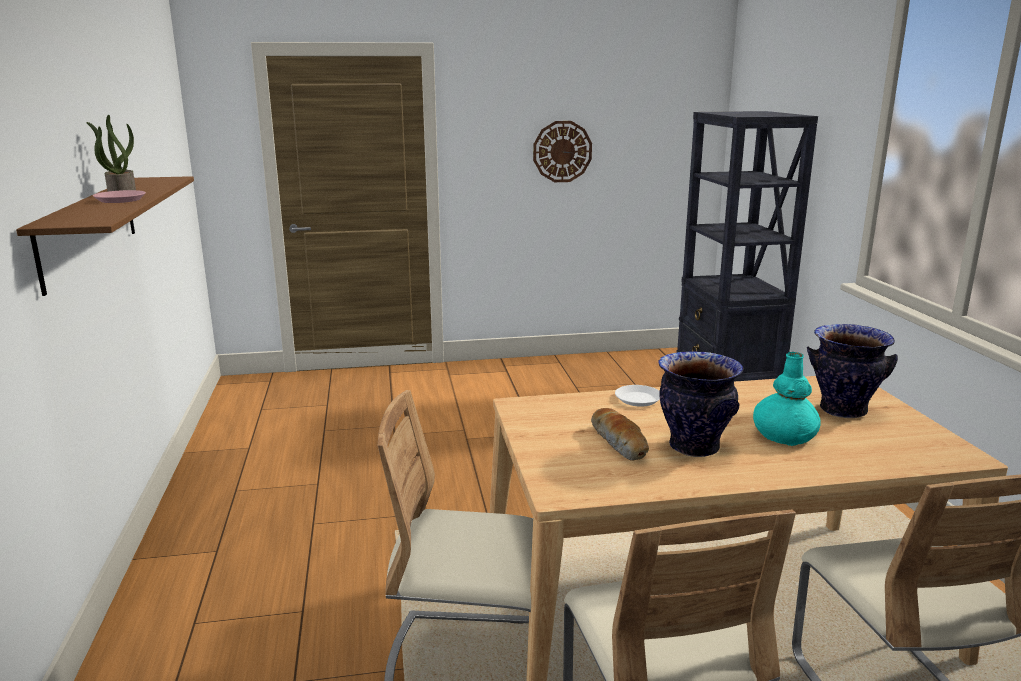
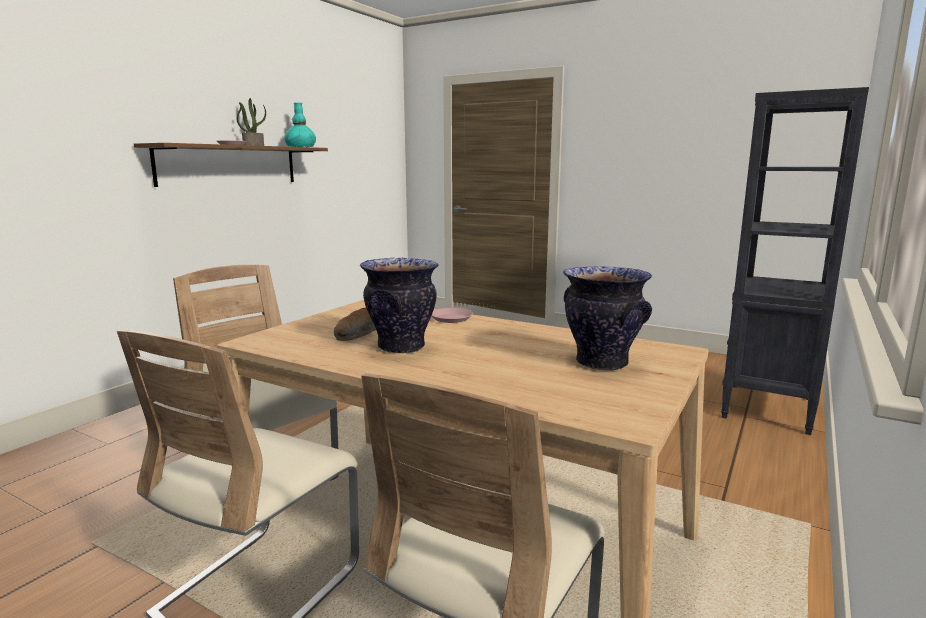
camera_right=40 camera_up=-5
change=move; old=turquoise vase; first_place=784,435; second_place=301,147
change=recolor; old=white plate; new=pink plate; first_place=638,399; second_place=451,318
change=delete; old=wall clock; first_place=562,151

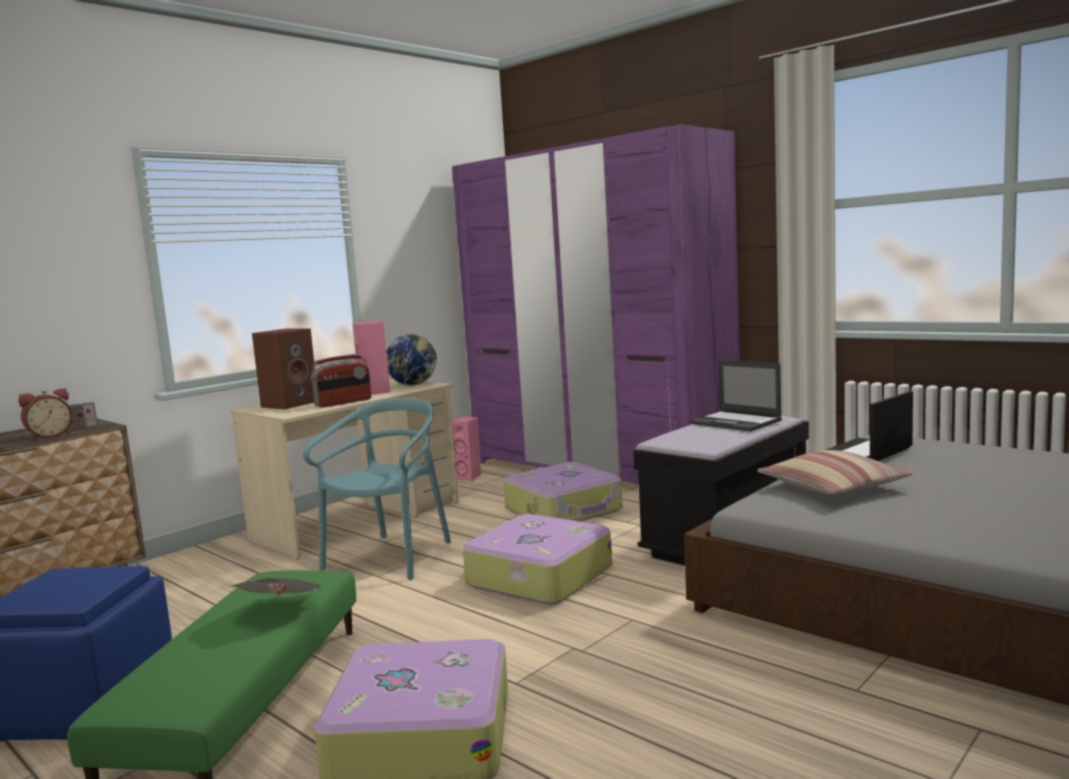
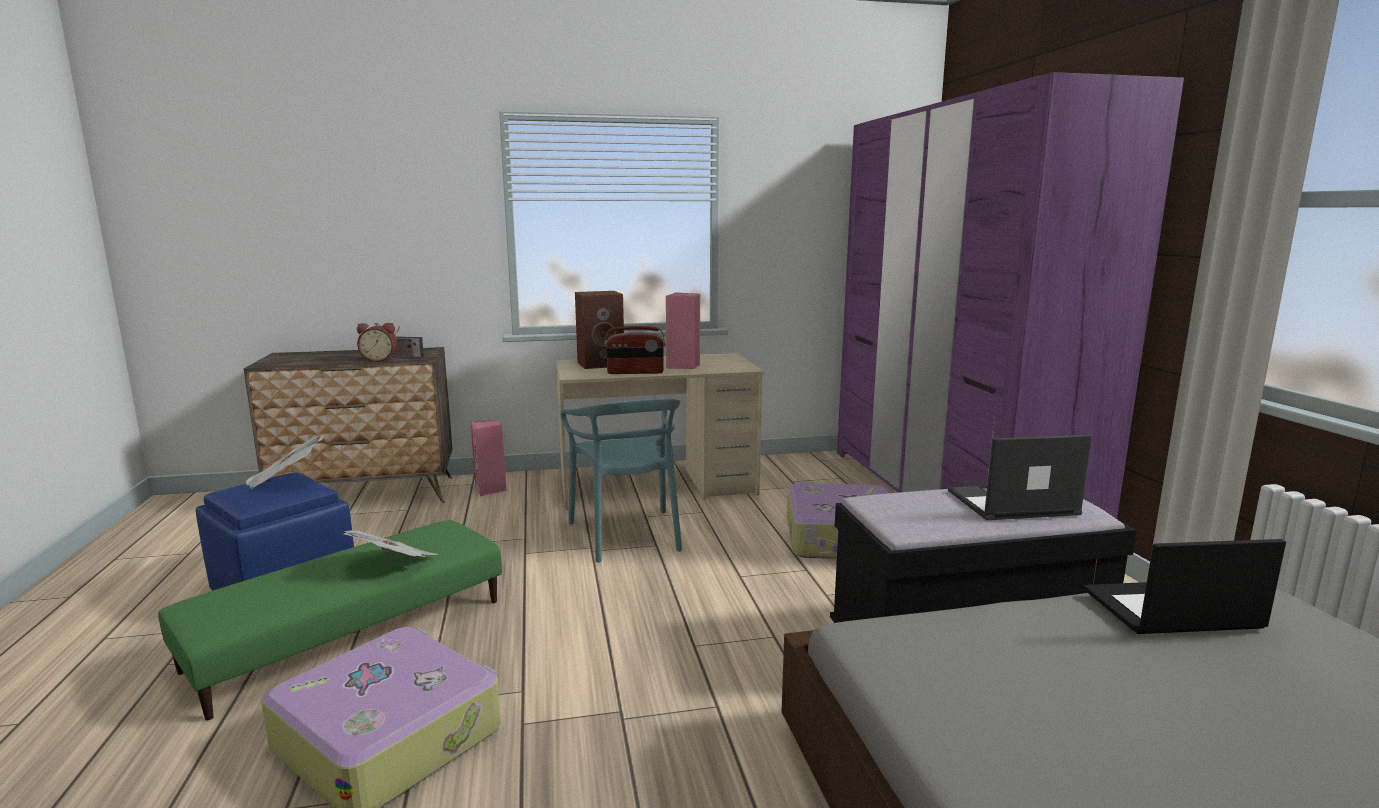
camera_right=35 camera_up=5
change=insert; new=newspaper; second_place=285,481
change=move; old=pink speaker; first_place=468,477; second_place=491,490
change=rotate; old=turquoise chair; first_place=390,557; second_place=627,535; degrees=105
change=rotate; old=laptop; first_place=736,422; second_place=1010,503; degrees=90
change=delete; old=globe; first_place=413,384
change=delete; old=suitcase; first_place=538,576
change=delete; old=pillow; first_place=833,488

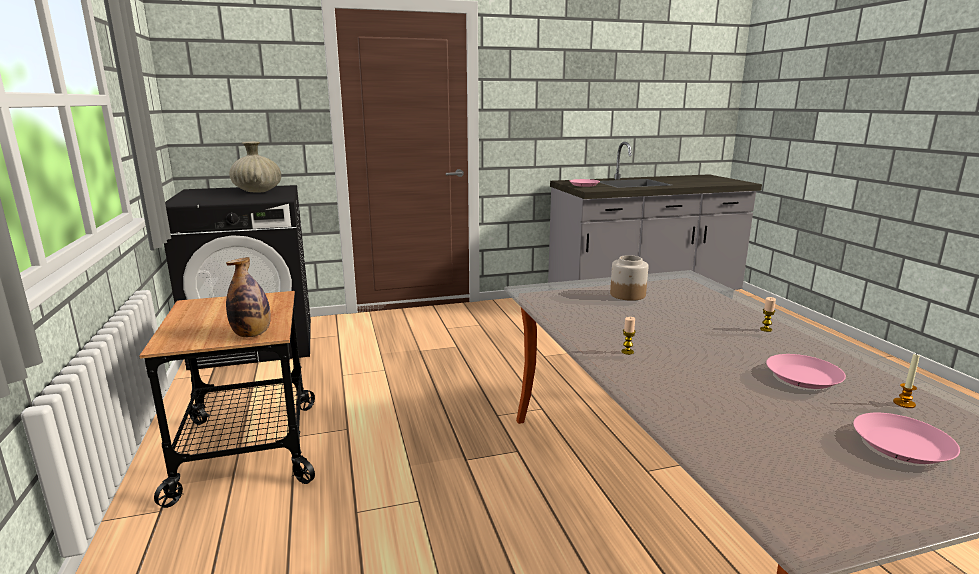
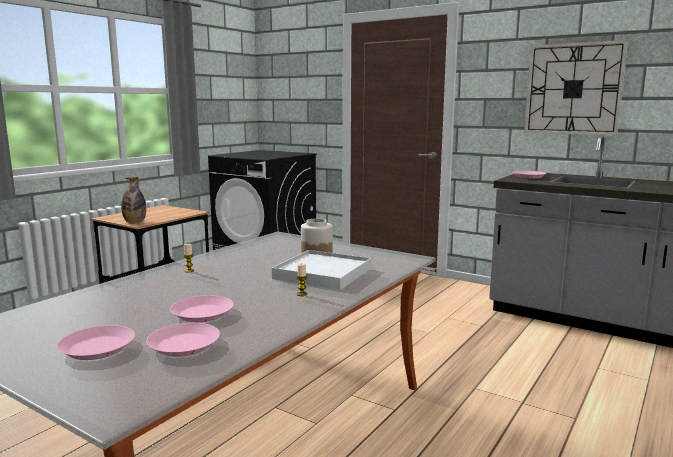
camera_right=50 camera_up=-5
change=replace; old=candle; new=pink plate; first_place=904,403; second_place=183,345
change=insert; new=white tray; second_place=323,273
change=insert; new=wall clock; second_place=573,89
change=delete; old=beige vase; first_place=257,192

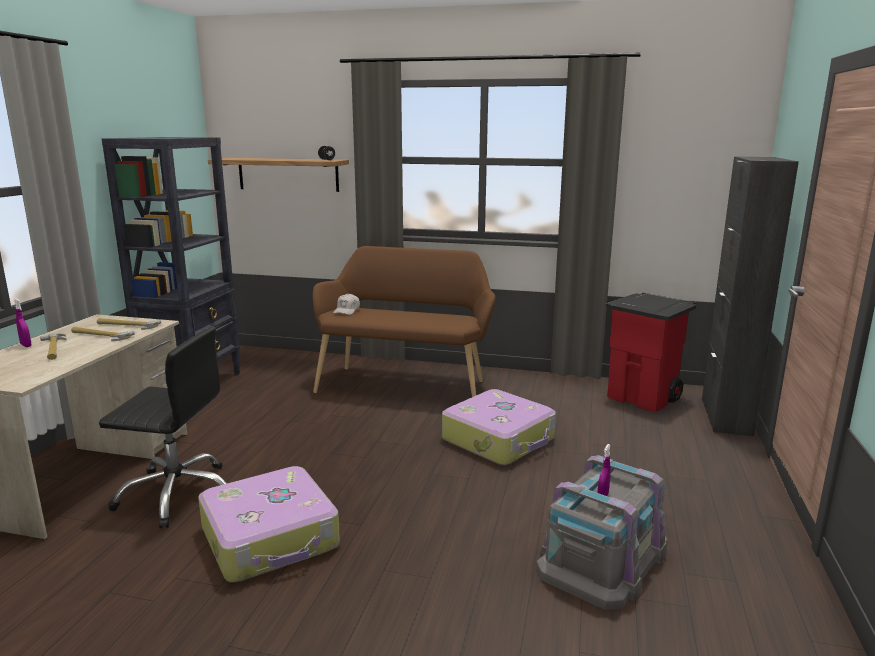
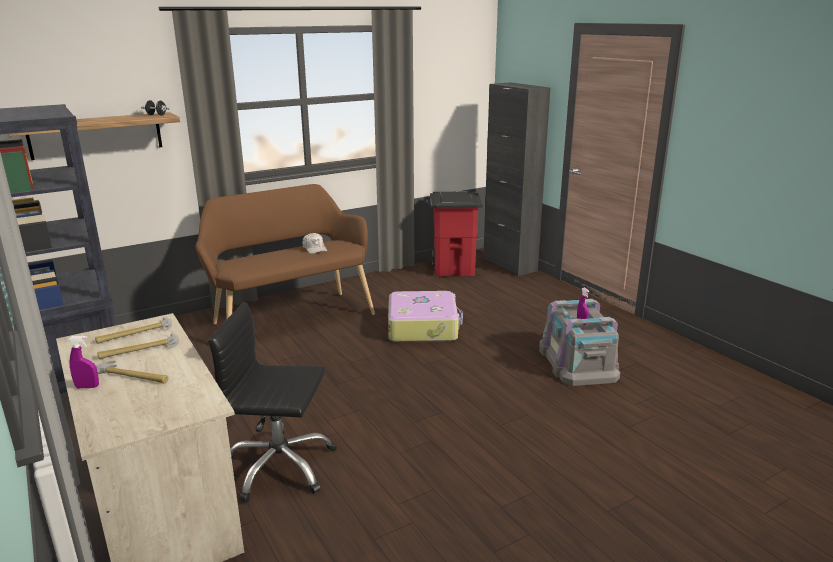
camera_right=-45 camera_up=5
change=rotate; old=black office chair; first_place=177,493; second_place=280,466; degrees=-135
change=move; old=white cap; first_place=347,310; second_place=314,248
change=delete; old=suitcase; first_place=271,538

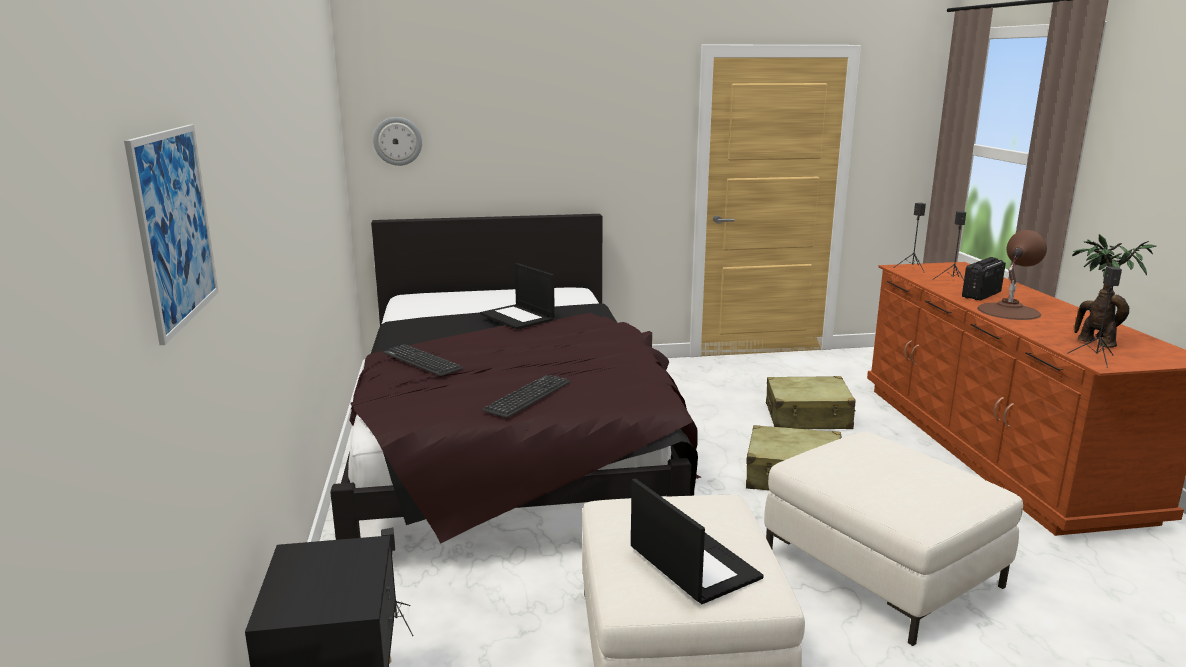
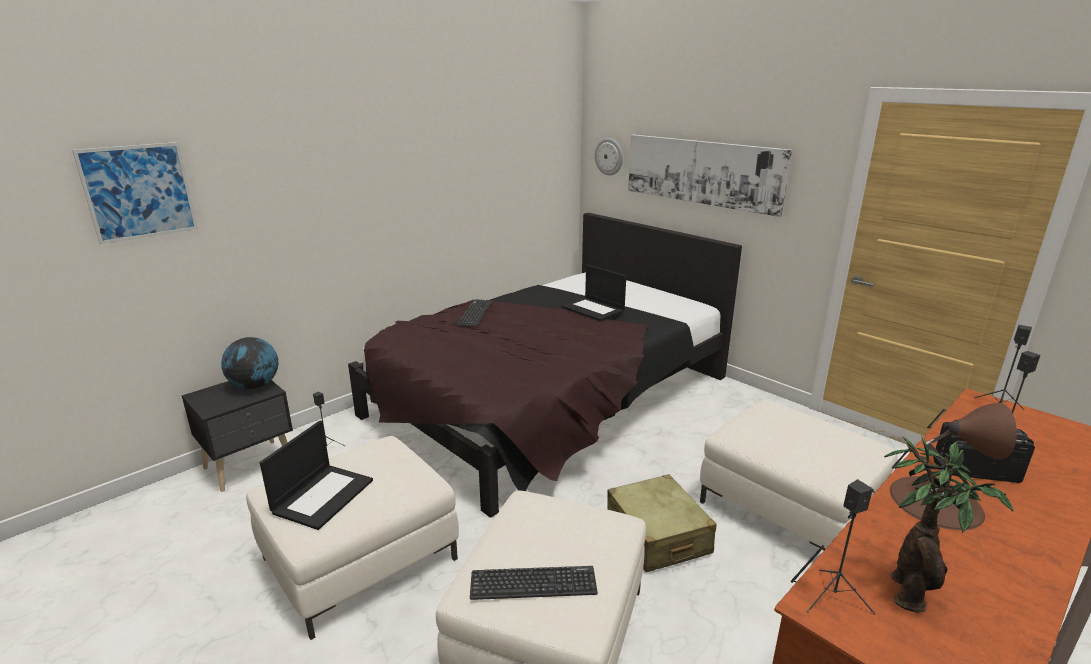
camera_right=55 camera_up=5
change=insert; new=globe; second_place=255,386
change=move; old=keyboard; first_place=528,397; second_place=533,583
change=rotate; old=laptop; first_place=518,317; second_place=594,309; degrees=-60
change=insert; new=picture; second_place=702,172
change=replace; old=beige suitcase; new=white ottoman; first_place=808,417; second_place=789,508

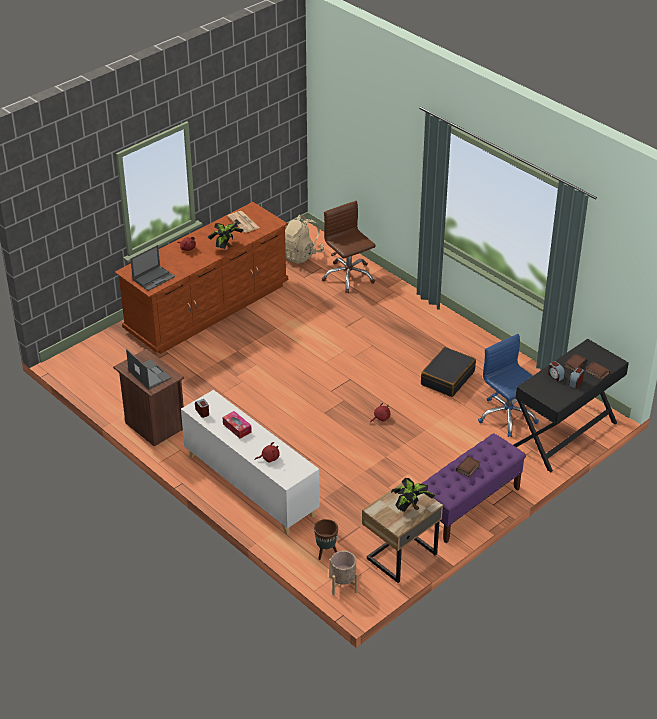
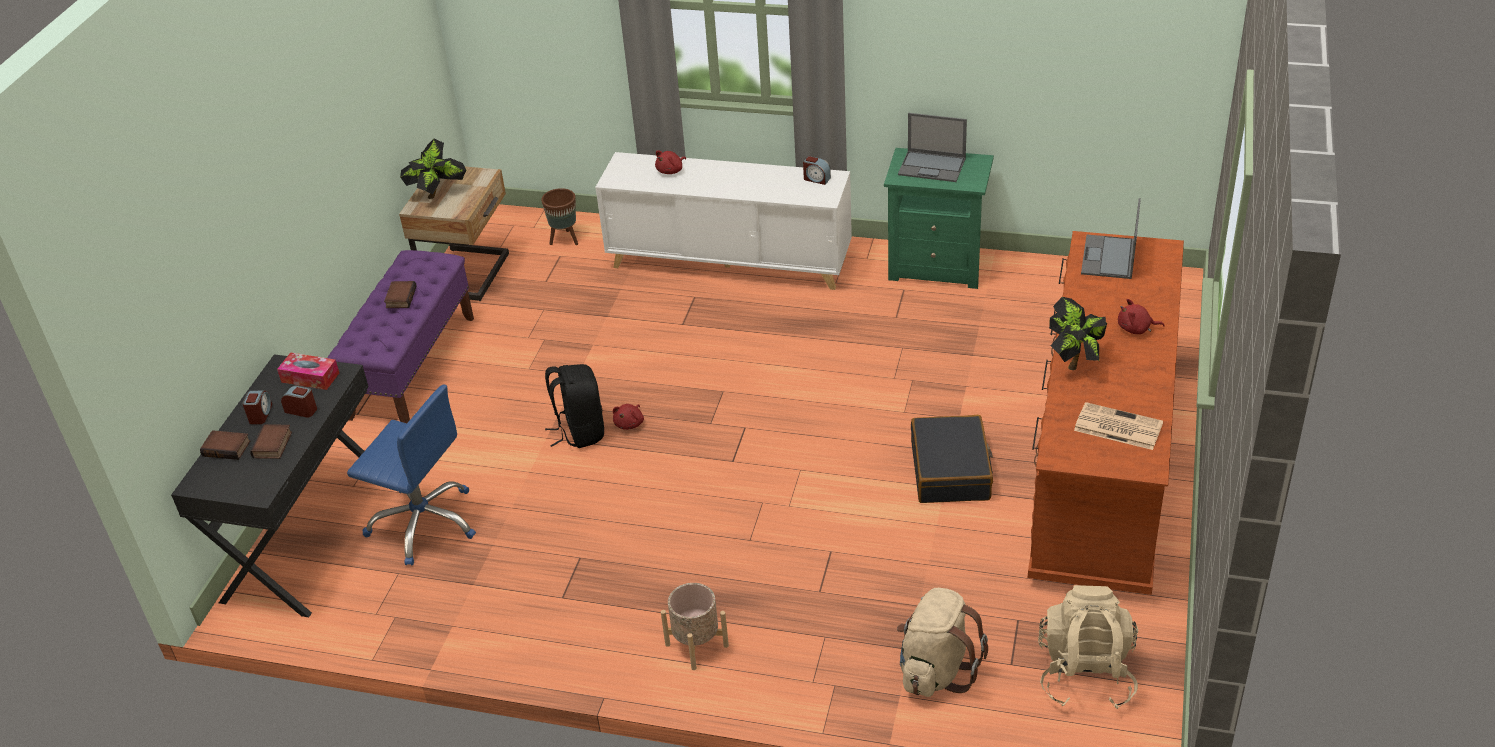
camera_right=150 camera_up=0
change=move; old=tissue box; first_place=237,428; second_place=310,377
change=insert; new=black backpack; second_place=579,431
change=move; old=beige planter; first_place=343,584; second_place=696,645
change=recolor; old=brown nightstand; new=green nightstand; first_place=153,426; second_place=938,266
change=replace; old=brown office chair; new=beige backpack; first_place=348,276; second_place=936,670
change=move; old=black suitcase; first_place=447,378; second_place=951,471

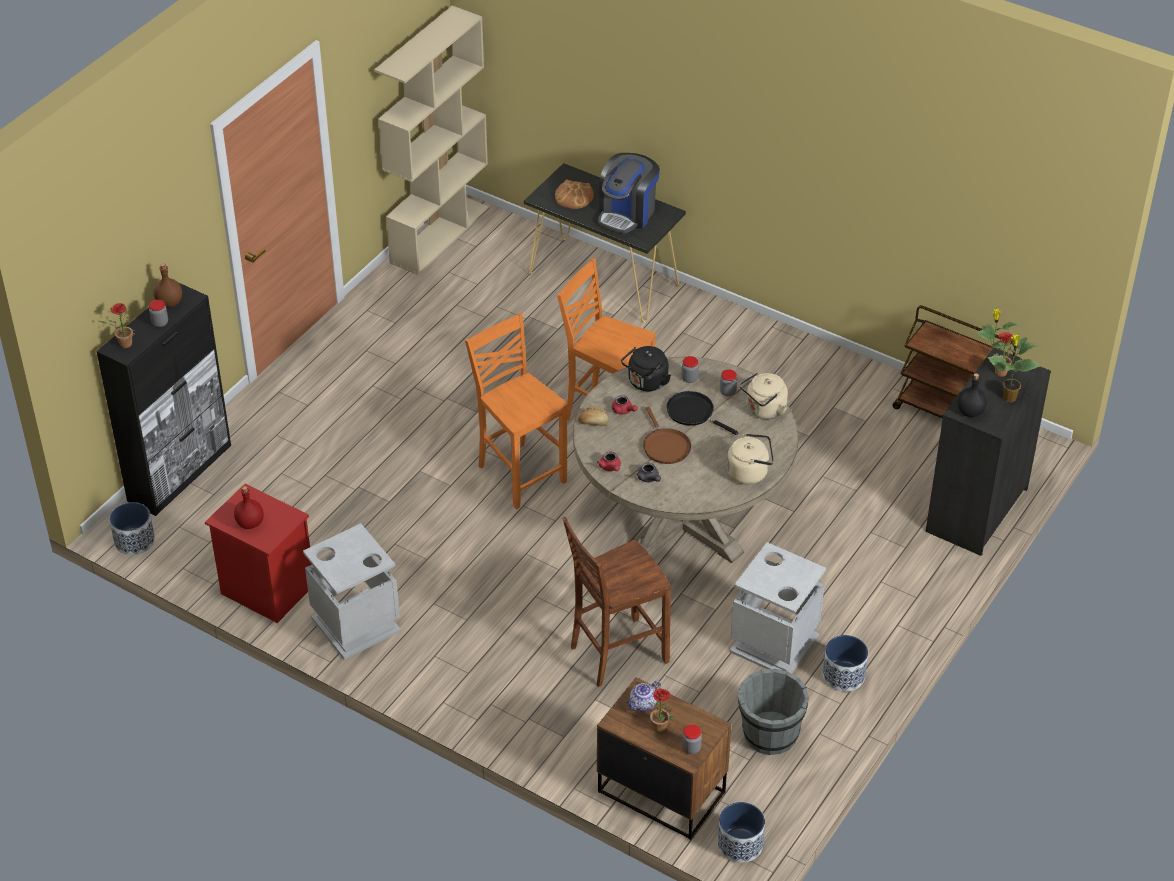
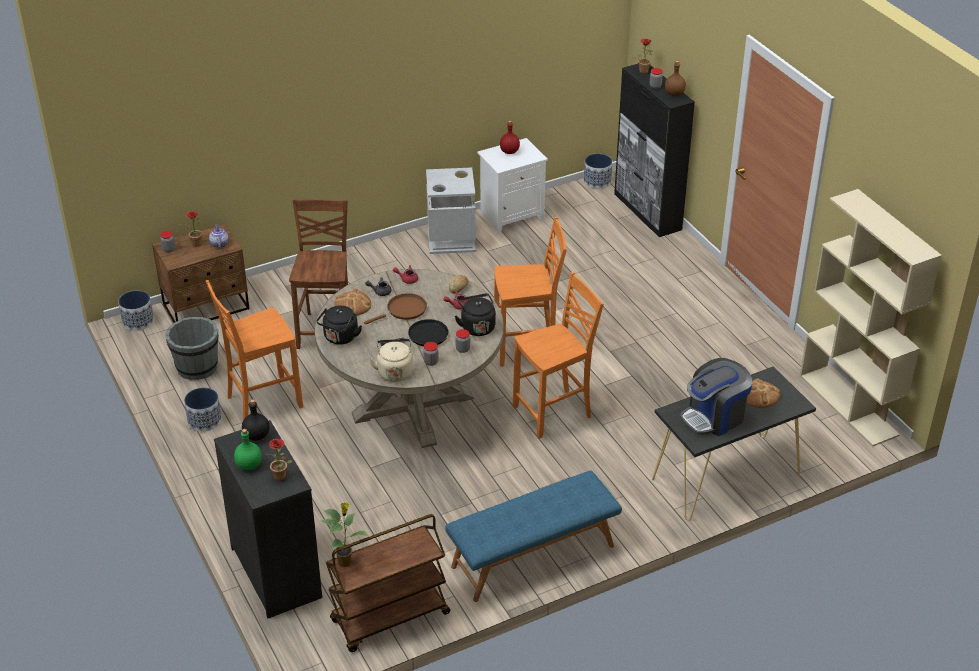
camera_right=120 camera_up=-5
change=replace; old=grey trash can; new=orange chair; first_place=774,644; second_place=262,401
change=replace; old=potted plant; new=green bottle; first_place=1008,398; second_place=249,465
change=recolor; old=beige kettle; new=black kettle; first_place=750,472; second_place=340,338
change=insert; new=bread; second_place=353,305
change=rotate; old=brown frying pan; first_place=665,446; second_place=404,310; degrees=135
change=insert; new=blue bench; second_place=533,557
change=recolor; old=red nightstand; new=white nightstand; first_place=265,590; second_place=512,215
change=rotate; old=coffee machine; first_place=627,213; second_place=714,417; degrees=-90

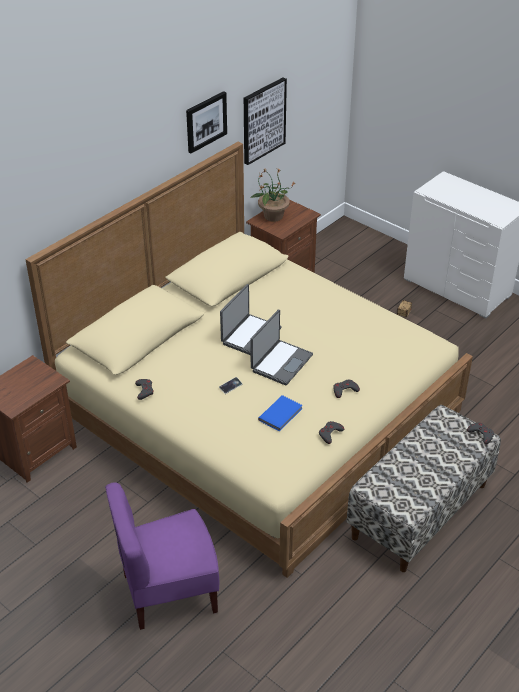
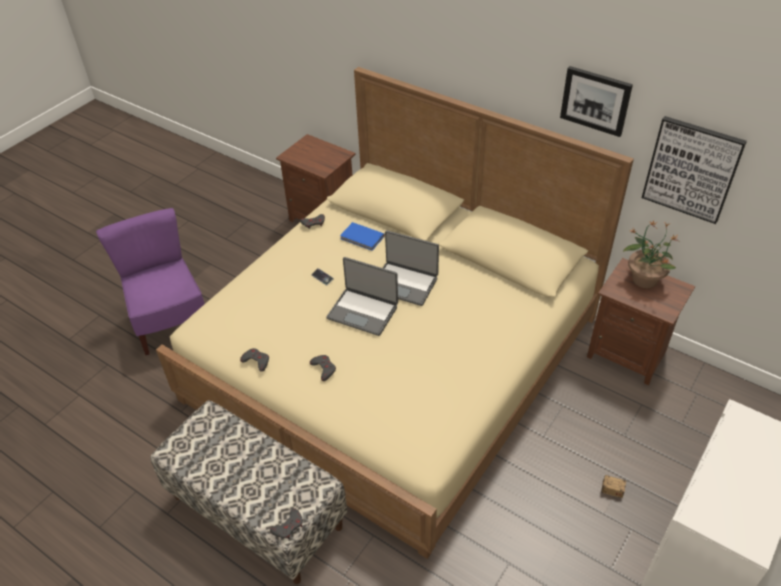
camera_right=85 camera_up=5
change=move; old=blue book; first_place=281,414; second_place=362,238

